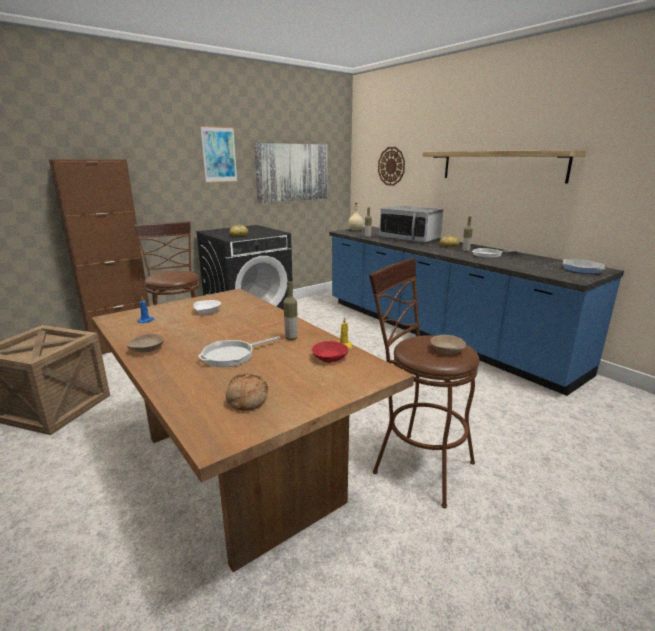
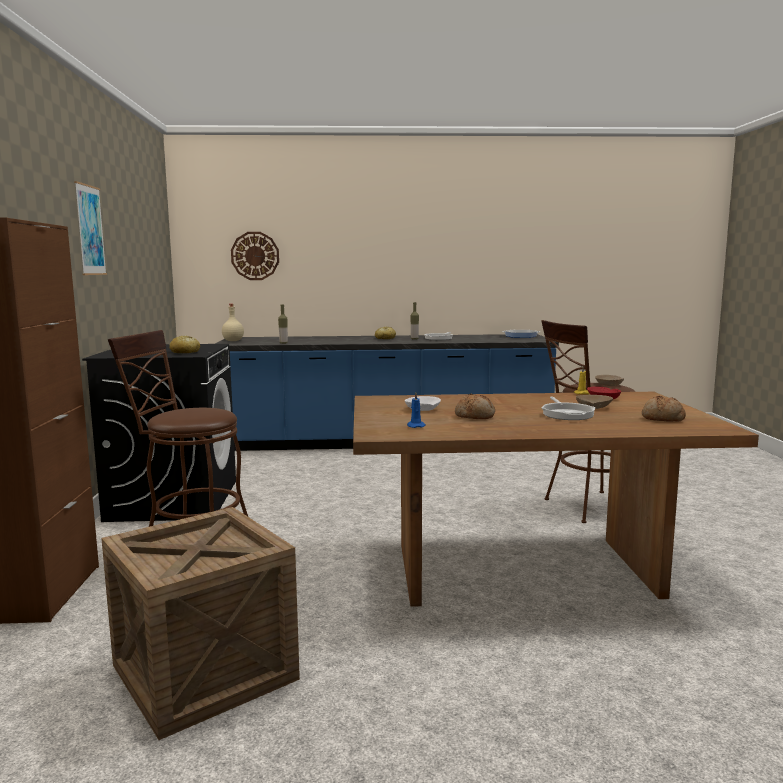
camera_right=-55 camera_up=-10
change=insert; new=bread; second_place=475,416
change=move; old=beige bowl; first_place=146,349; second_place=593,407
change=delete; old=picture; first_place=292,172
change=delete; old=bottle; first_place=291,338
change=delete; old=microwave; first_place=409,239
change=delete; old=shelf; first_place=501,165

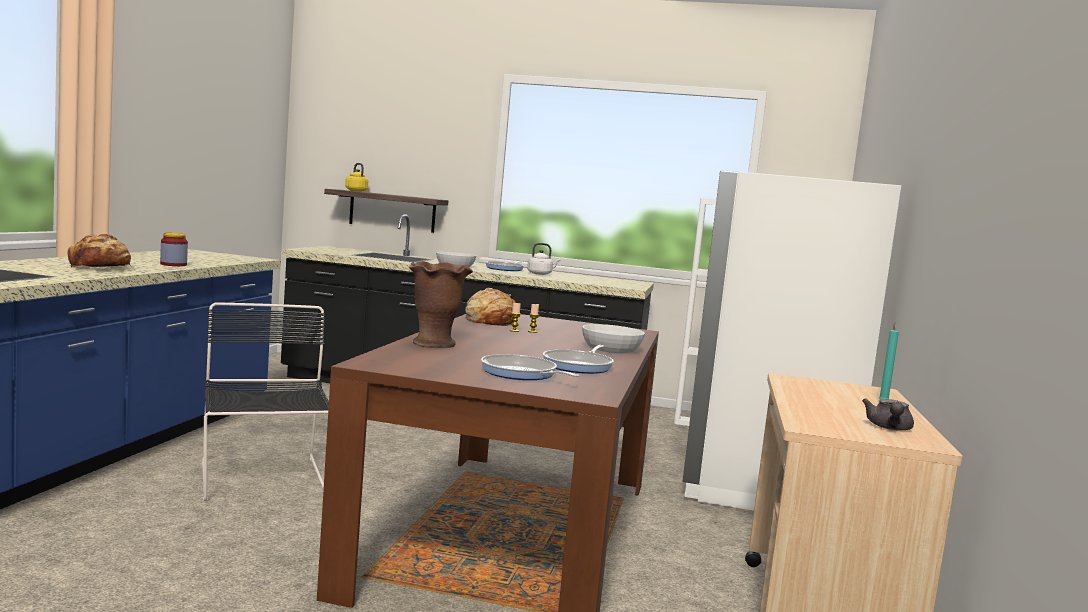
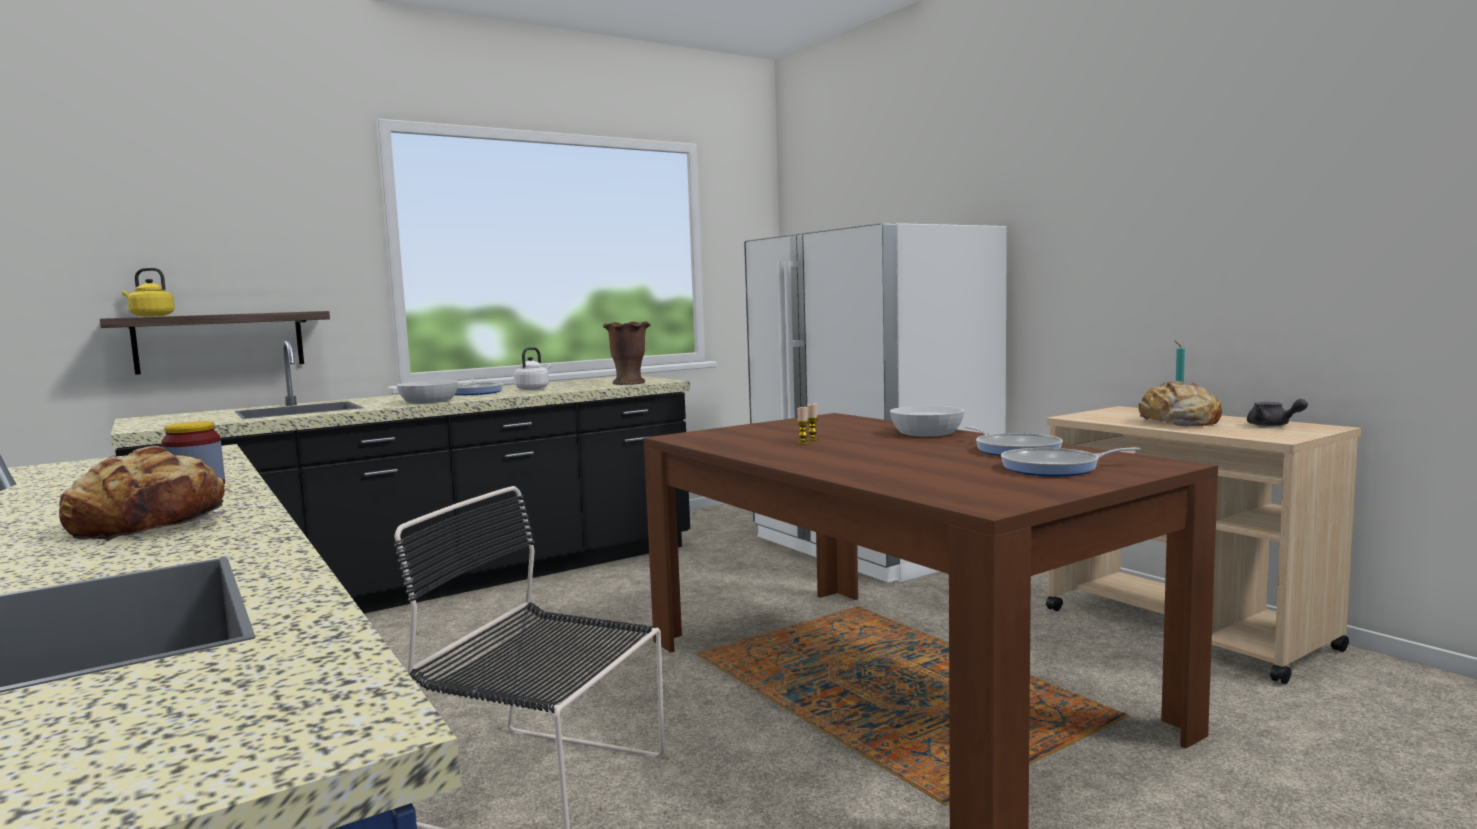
camera_right=-45 camera_up=0
change=move; old=brown vase; first_place=433,344; second_place=629,383
change=move; old=bread; first_place=490,321; second_place=1177,422

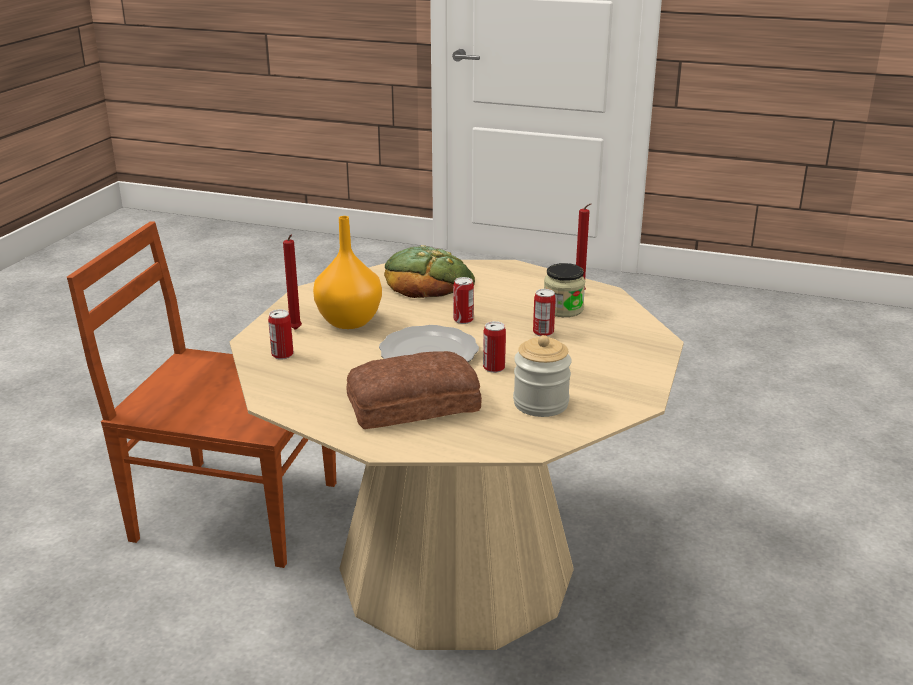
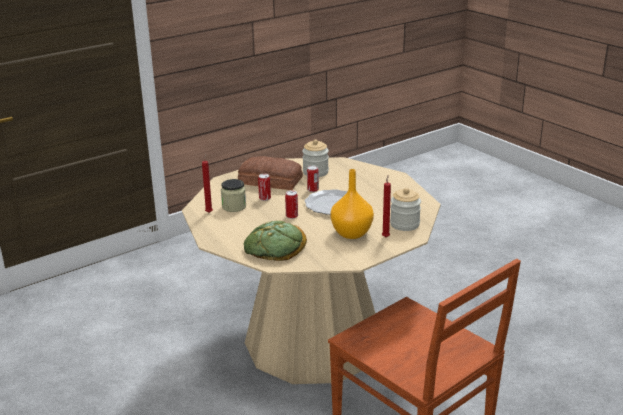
camera_right=-145 camera_up=0
change=move; old=bread; first_place=411,404; second_place=270,181
change=replace; old=can; new=jar; first_place=282,355; second_place=404,224

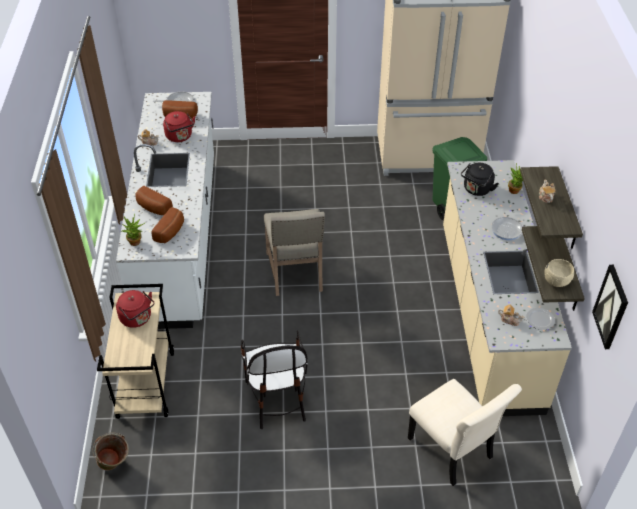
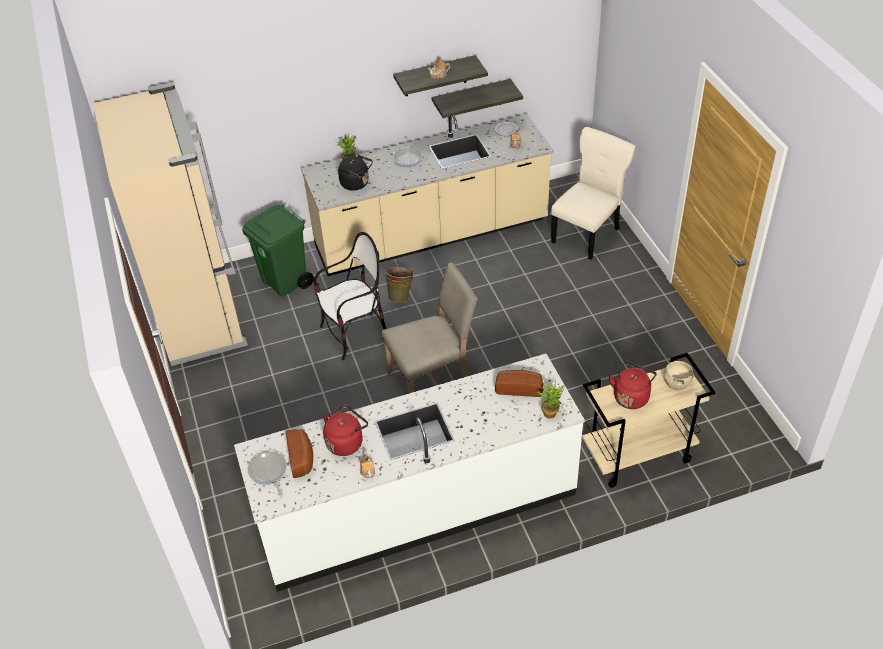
camera_right=-105 camera_up=0
change=move; old=chair; first_place=276,399; second_place=355,333
change=move; old=green bucket; first_place=115,466; second_place=401,295
change=move; old=beige bowl; first_place=556,281; second_place=676,384
change=delete; old=bread; first_place=153,208
change=delete; old=picture; first_place=611,307

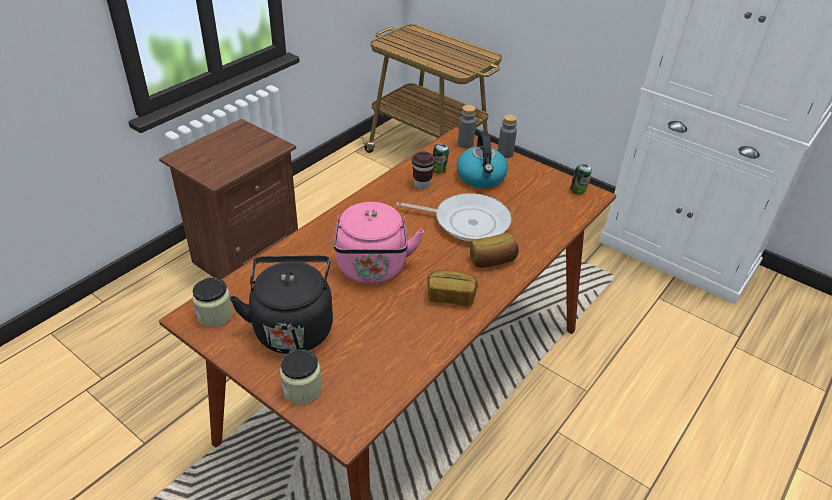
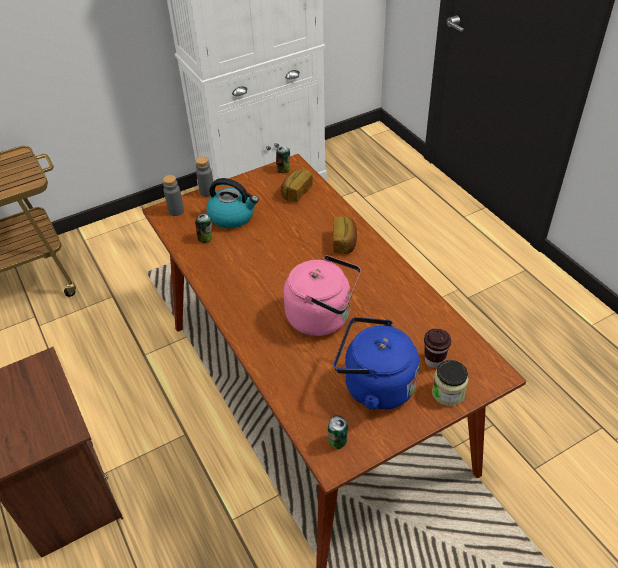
camera_right=-65 camera_up=5
change=move; old=bread; first_place=451,296; second_place=296,192
change=replace; old=jar; new=can; first_place=215,315; second_place=337,442
change=recolor; old=black kettle; new=blue kettle; first_place=293,326; second_place=374,386
change=move; old=brown cup; first_place=422,184; second_place=434,361
change=delete; old=frying pan; first_place=467,222

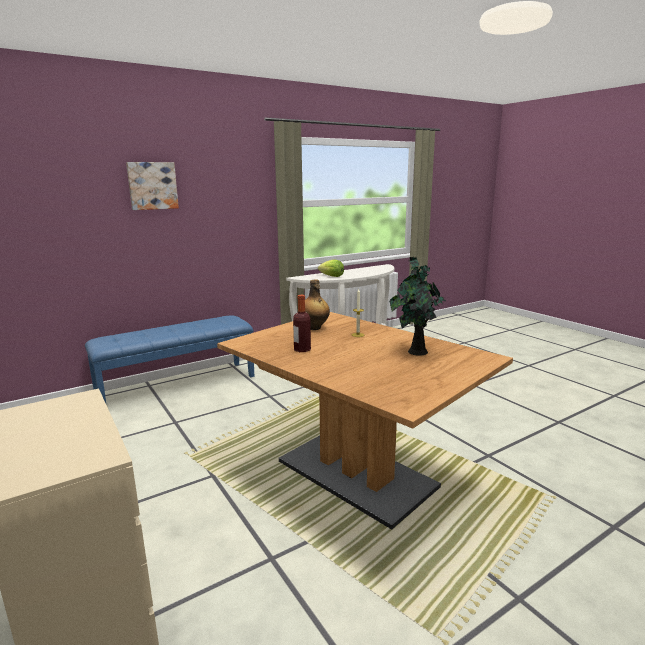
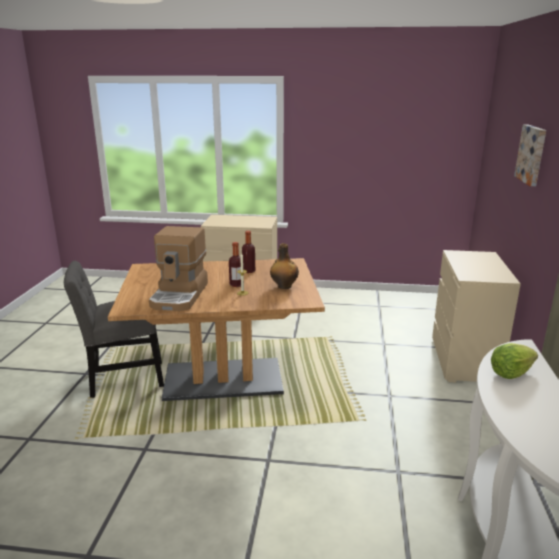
camera_right=130 camera_up=5
change=insert; new=grey chair; second_place=122,379
change=replace; old=potted plant; new=coffee machine; first_place=415,351; second_place=180,295
change=insert; new=bottle; second_place=236,285
change=replace; old=blue bench; new=beige dresser; first_place=178,385; second_place=464,361

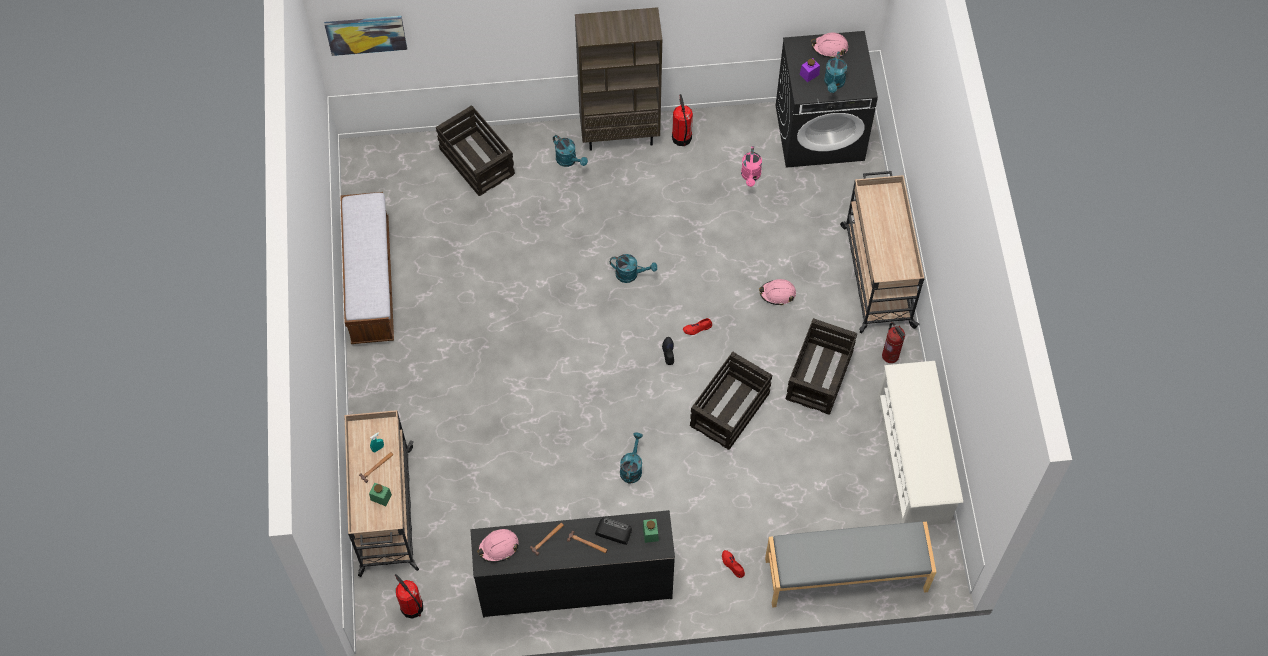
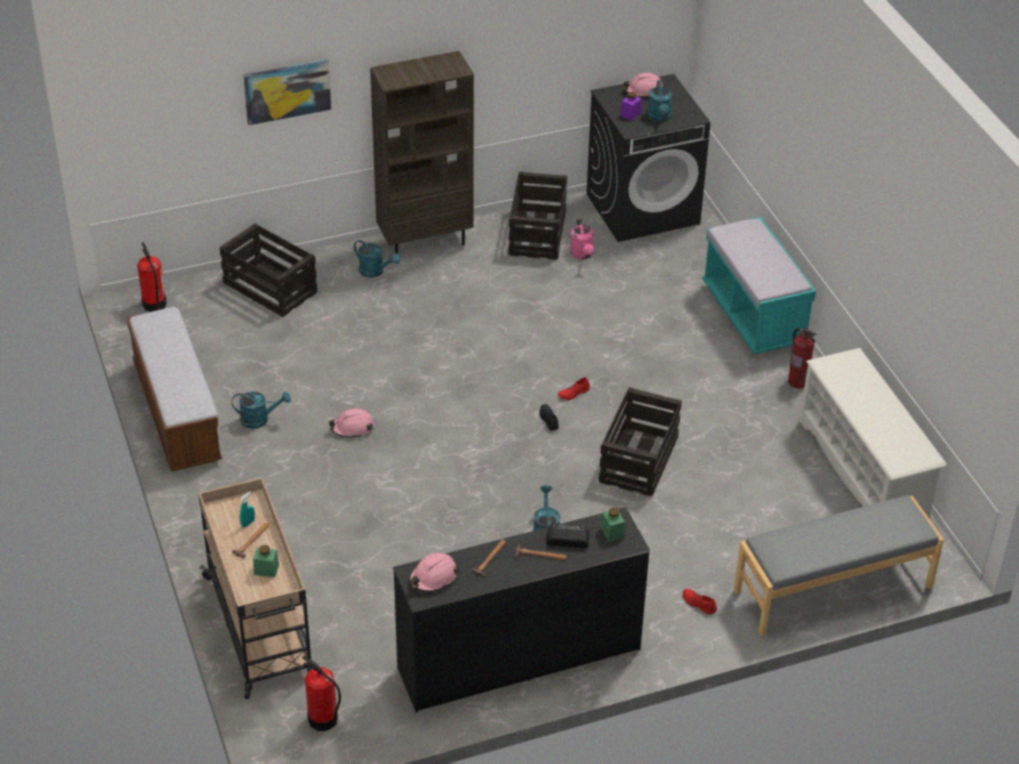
camera_right=-15 camera_up=-20
change=move; old=fire extinguisher; first_place=681,138; second_place=154,305
change=move; old=turquoise watering can; first_place=631,274; second_place=260,419
change=move; old=picture; first_place=366,34; second_place=287,91
change=move; old=pink hard hat; first_place=777,293; second_place=352,428
change=move; old=crate; first_place=819,376; second_place=537,234
change=replace; old=beige cart; new=turquoise bench; first_place=877,274; second_place=753,315

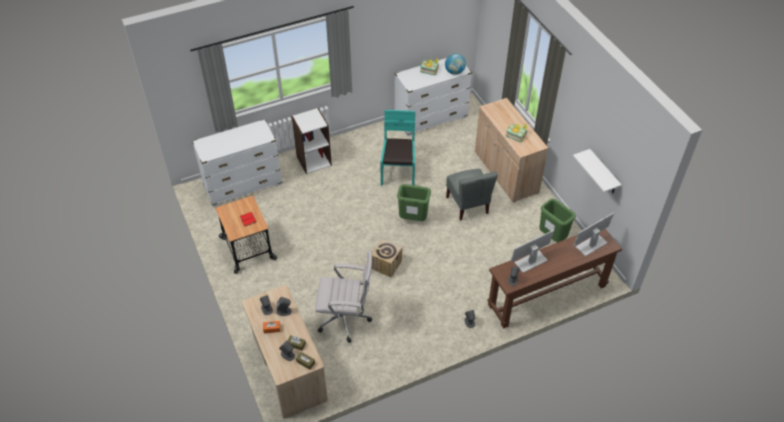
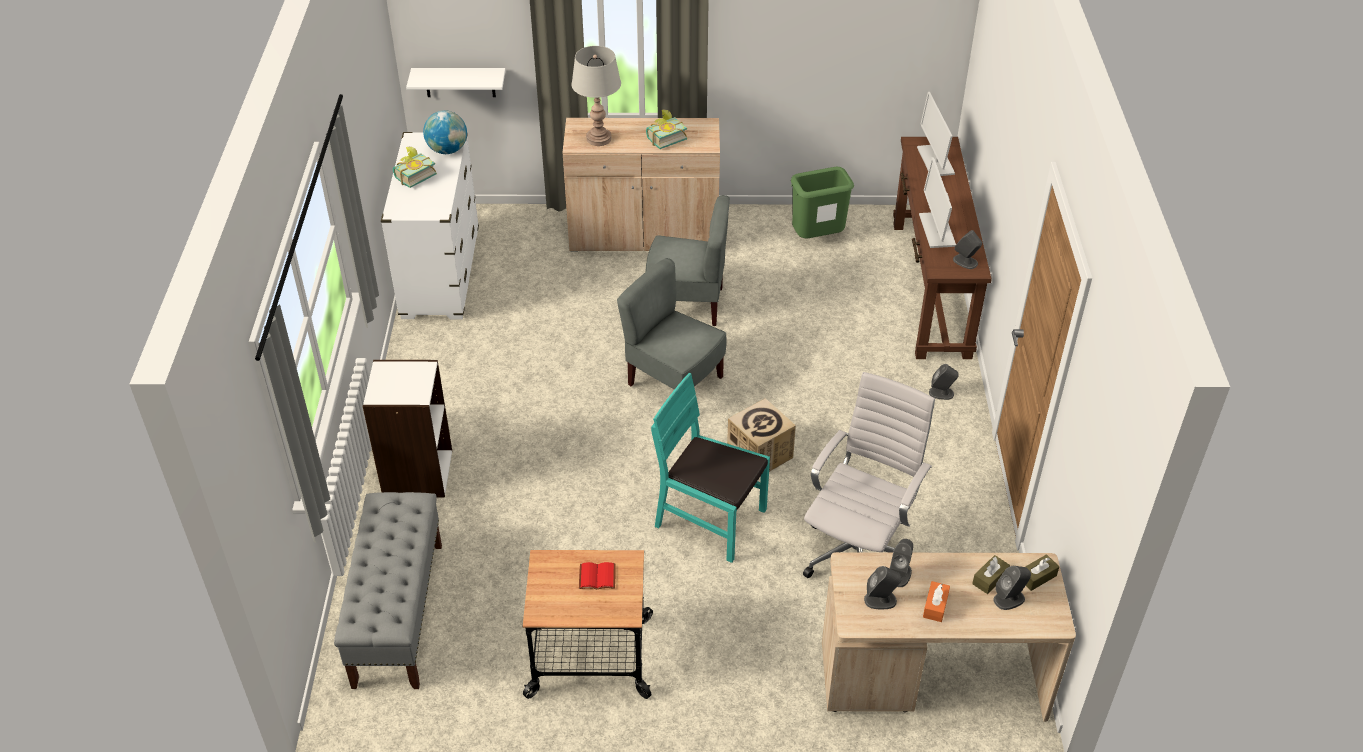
camera_right=-65 camera_up=-5
change=replace; old=white dresser; new=grey bench; first_place=243,185; second_place=398,613
change=move; old=white shelf; first_place=603,173; second_place=460,82
change=insert; new=grey table lamp; second_place=599,139
change=replace; old=green trash can; new=grey chair; first_place=413,219; second_place=673,382
change=move; old=turquoise chair; first_place=398,172; second_place=710,519

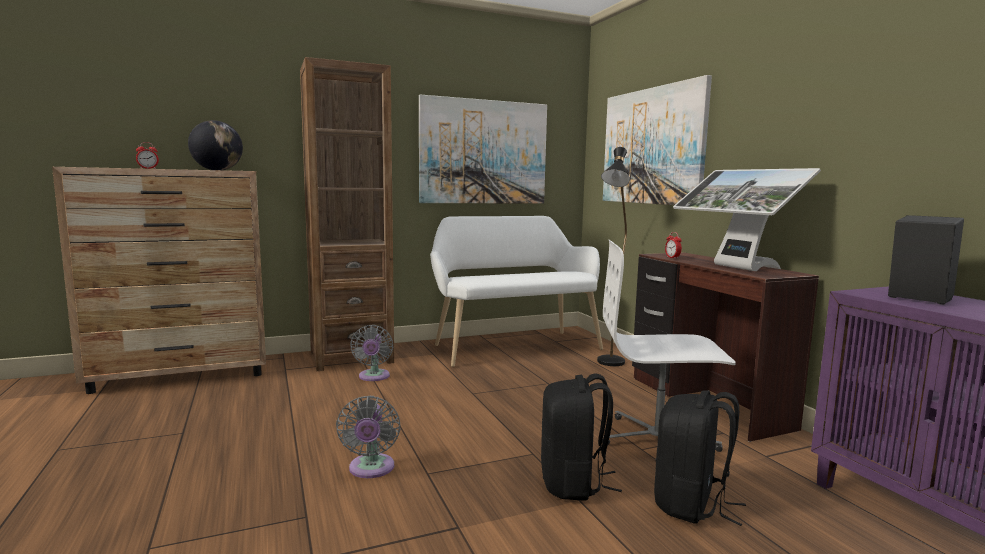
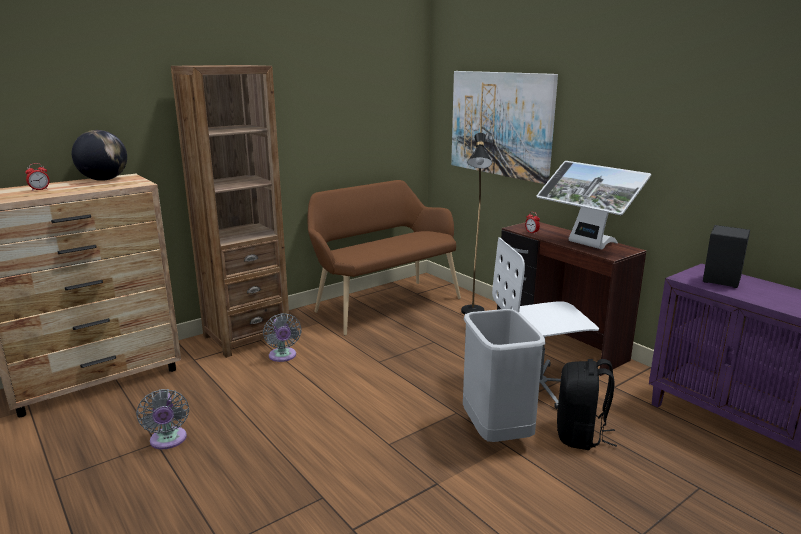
camera_right=-15 camera_up=10
change=move; old=grey fan; first_place=371,469; second_place=168,441
change=recolor; old=white bench; new=brown bench; first_place=513,346; second_place=383,304
change=replace; old=black backpack; new=grey trash can; first_place=573,483; second_place=497,433
change=delete; old=picture; first_place=484,152

